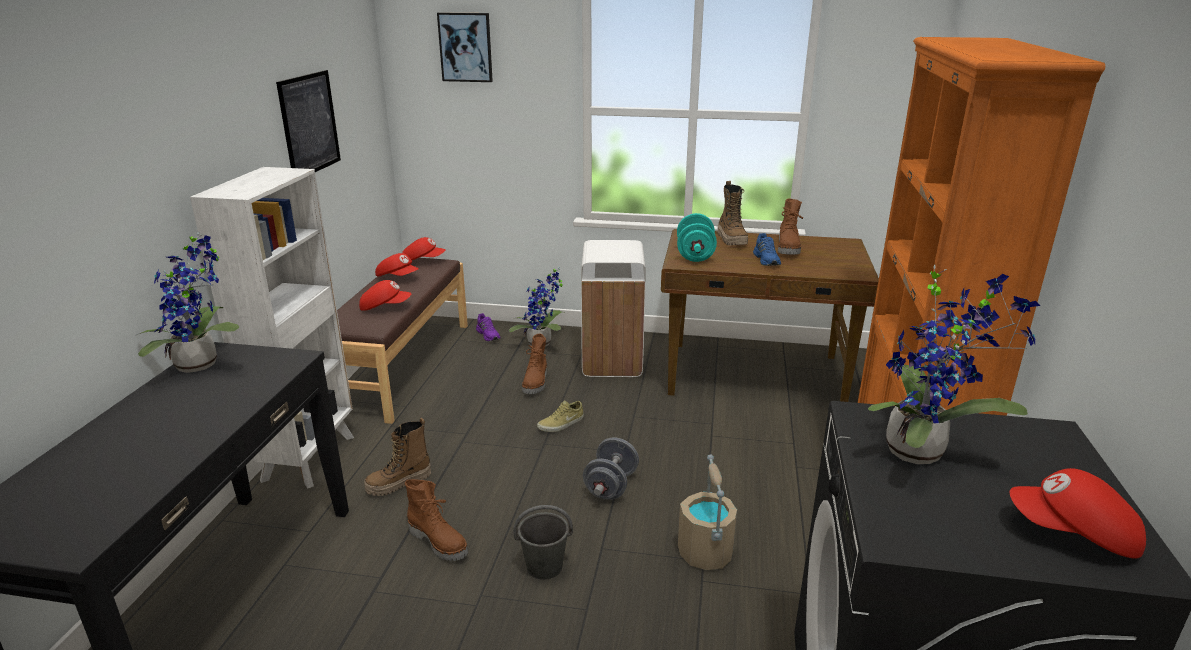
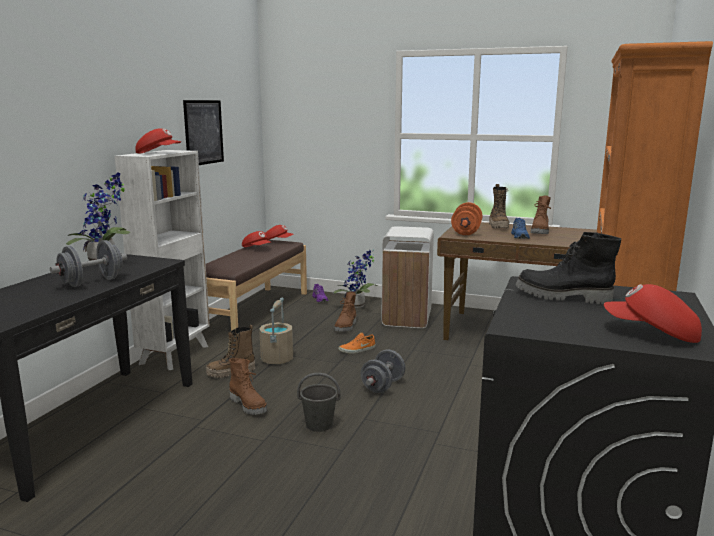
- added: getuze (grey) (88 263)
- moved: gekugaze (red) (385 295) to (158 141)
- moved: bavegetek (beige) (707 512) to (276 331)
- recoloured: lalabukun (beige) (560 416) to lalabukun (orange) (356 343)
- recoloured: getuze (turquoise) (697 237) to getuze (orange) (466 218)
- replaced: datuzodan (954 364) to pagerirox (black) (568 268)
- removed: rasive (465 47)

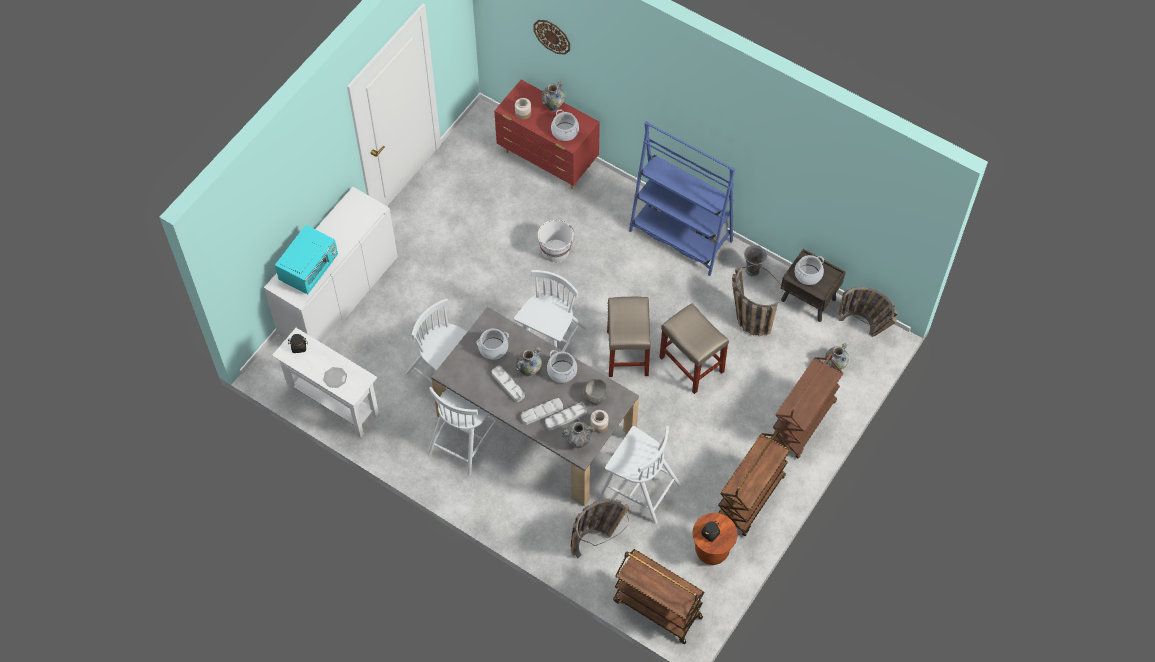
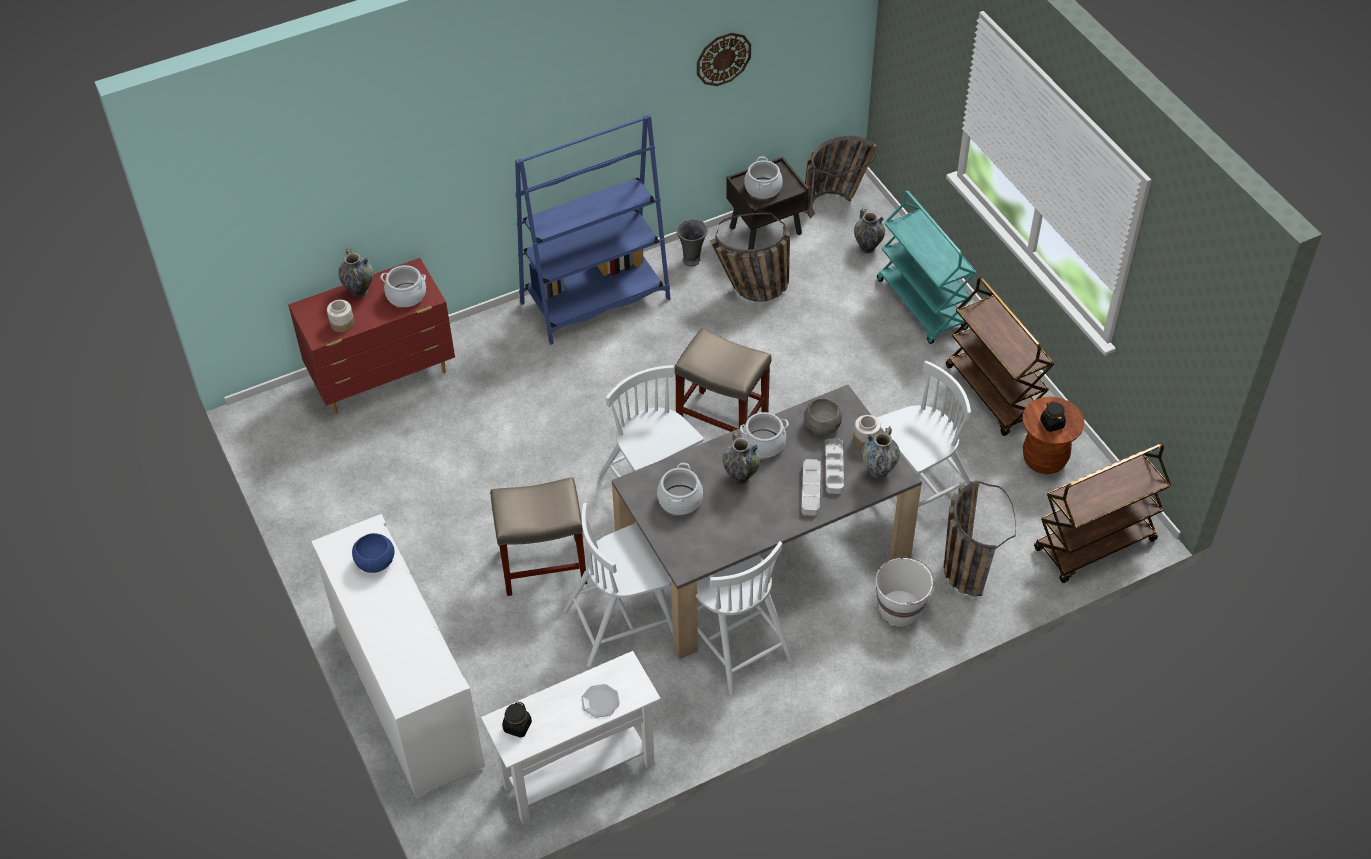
- added: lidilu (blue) (373 553)
- moved: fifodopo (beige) (694 348) to (539 536)
- moved: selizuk (551 37) to (724 59)
- moved: bavegetek (white) (556 241) to (905 591)
- recoloured: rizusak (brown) (806 405) to rizusak (turquoise) (926 267)
- removed: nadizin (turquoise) (306 259)
- removed: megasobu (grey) (508 384)

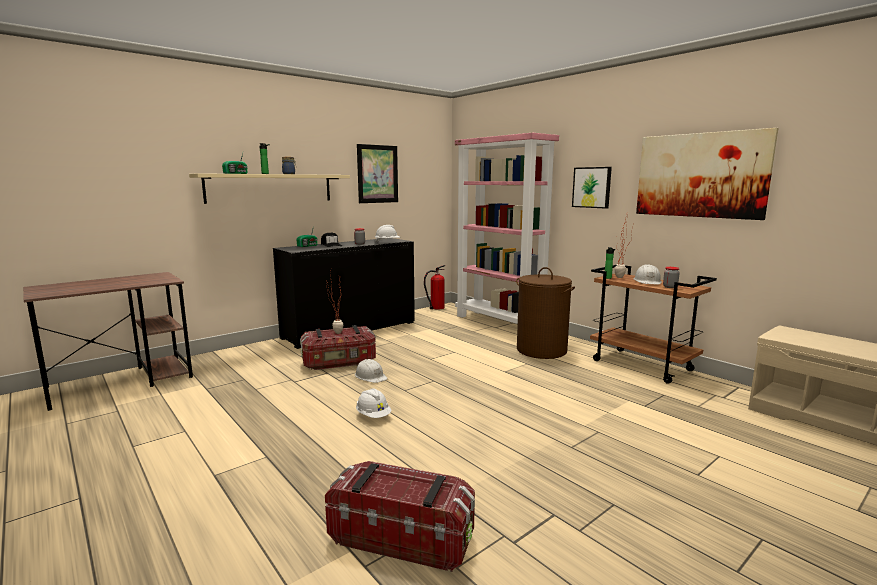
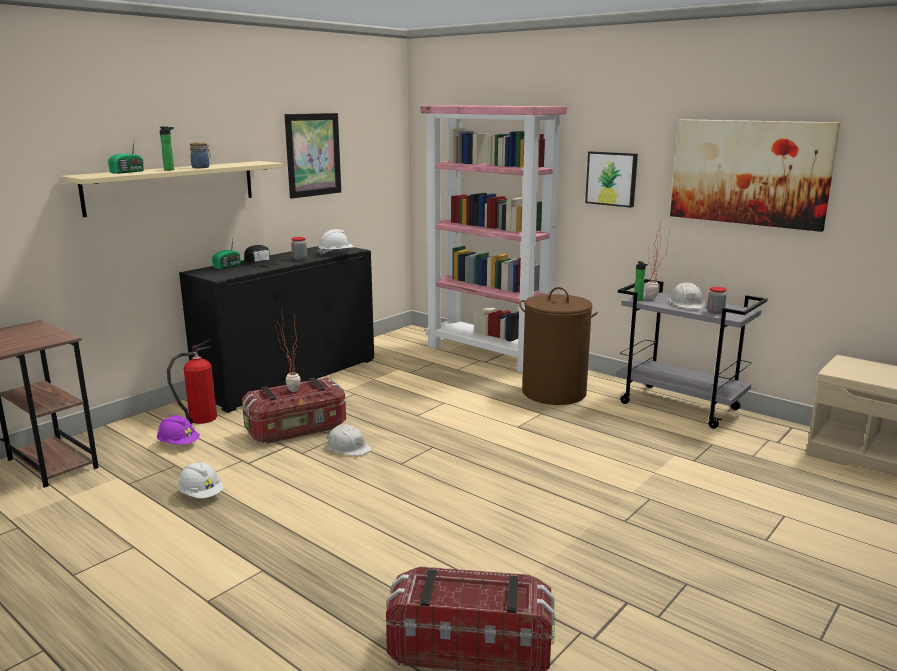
- added: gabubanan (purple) (178 430)
- moved: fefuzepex (434 287) to (192 381)
- moved: gabubanan (white) (373 403) to (201 479)
- recoloured: rizusak (brown) (653 324) to rizusak (grey) (692 354)

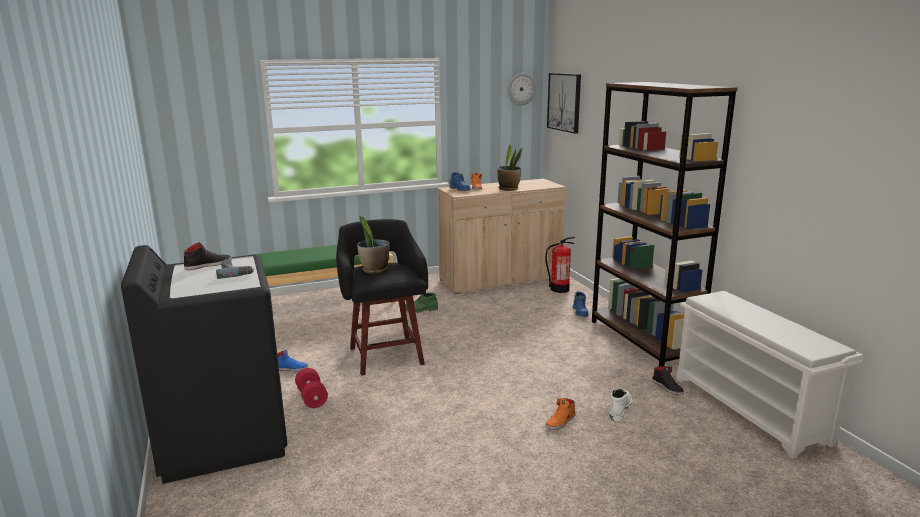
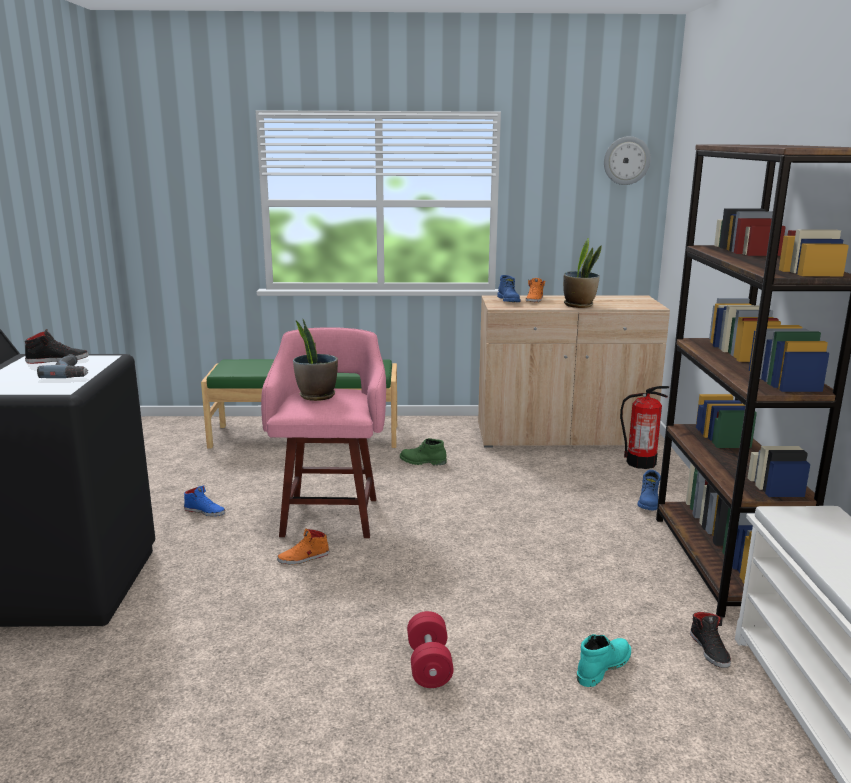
- recoloured: fifodopo (black) (382 297) to fifodopo (pink) (323 432)
- moved: lalabukun (orange) (560 414) to (303 547)
- moved: getuze (red) (311 388) to (430 649)
- recoloured: pagerirox (white) (621 405) to pagerirox (turquoise) (604 660)
- removed: rasive (564 103)

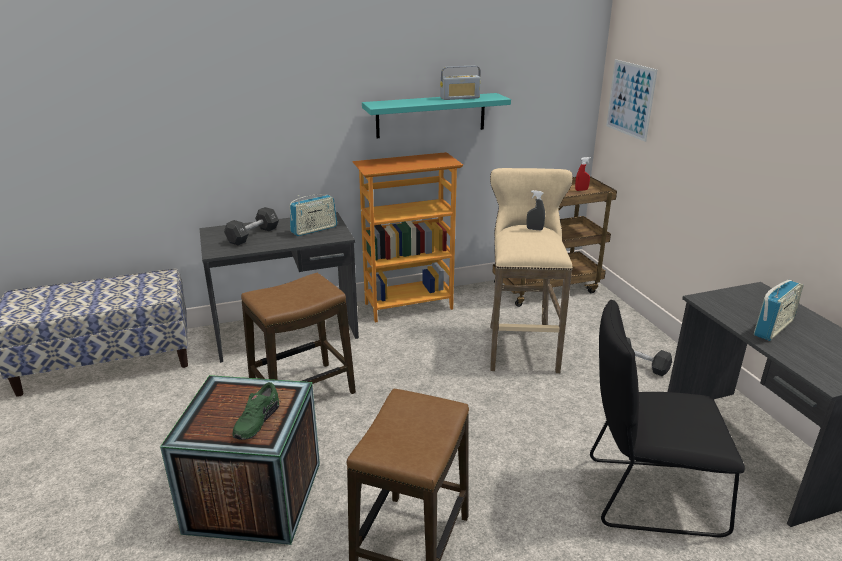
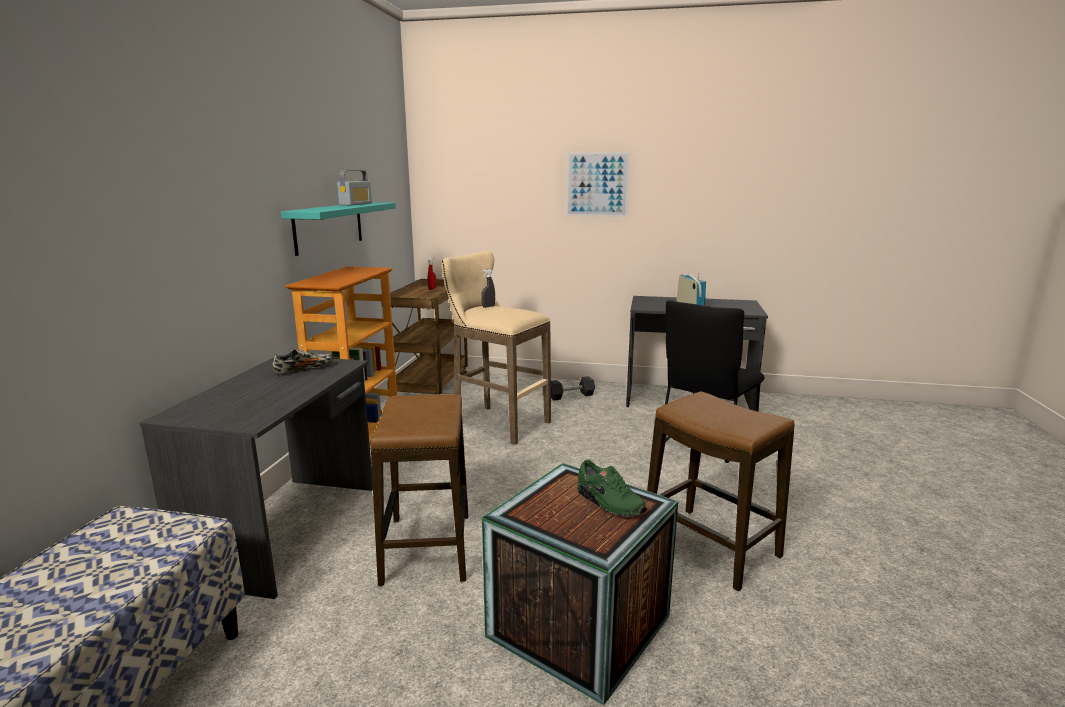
- replaced: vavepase (313 215) to lalabukun (303 362)
- moved: rasive (631 100) to (598 184)
- removed: getuze (black) (251 226)

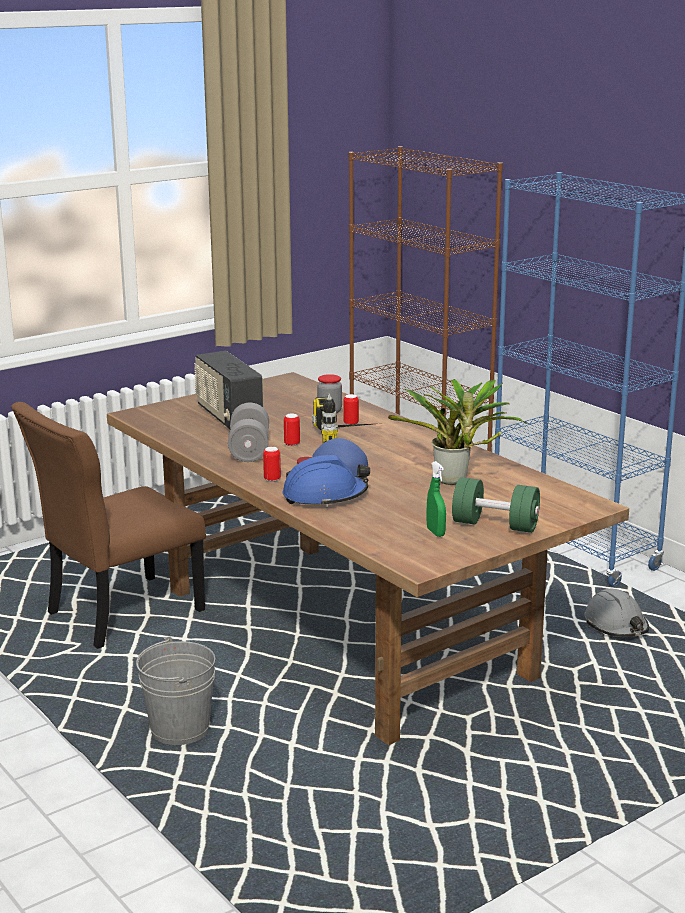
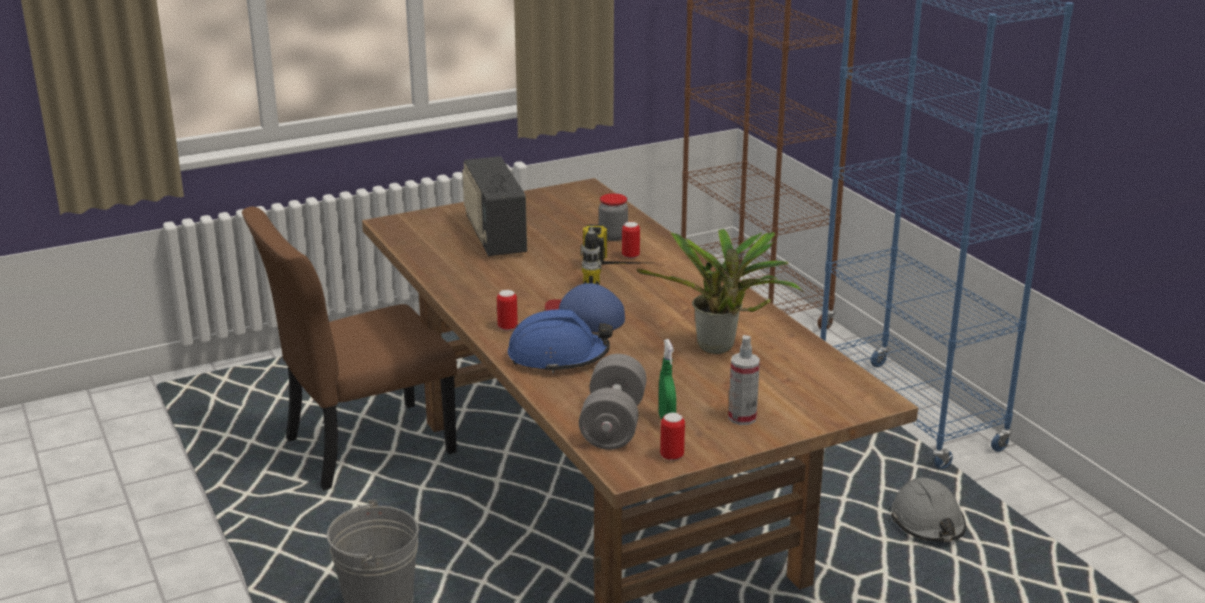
- moved: getuze (grey) (248 432) to (613 402)
- moved: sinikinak (292 430) to (672 437)
- replaced: getuze (green) (496 505) to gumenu (744 380)

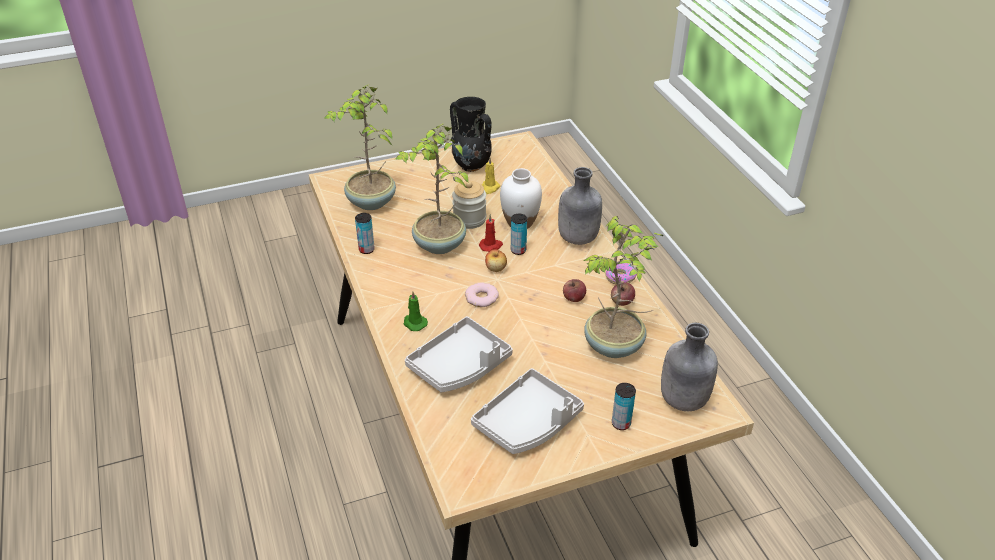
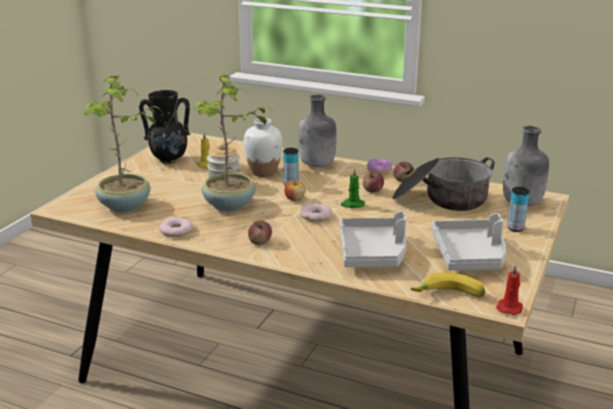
- replaced: sinikinak (365 233) to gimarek (176 227)
- added: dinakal (260 233)
- moved: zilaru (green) (415 311) to (352 188)
- replaced: datuzodan (623 287) to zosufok (443 184)
- added: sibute (448 284)
- moved: zilaru (red) (491 233) to (509 290)

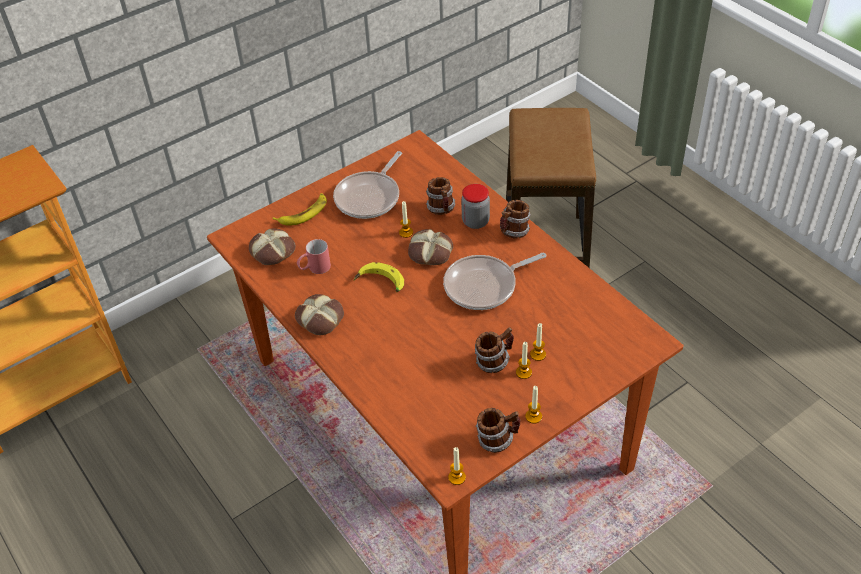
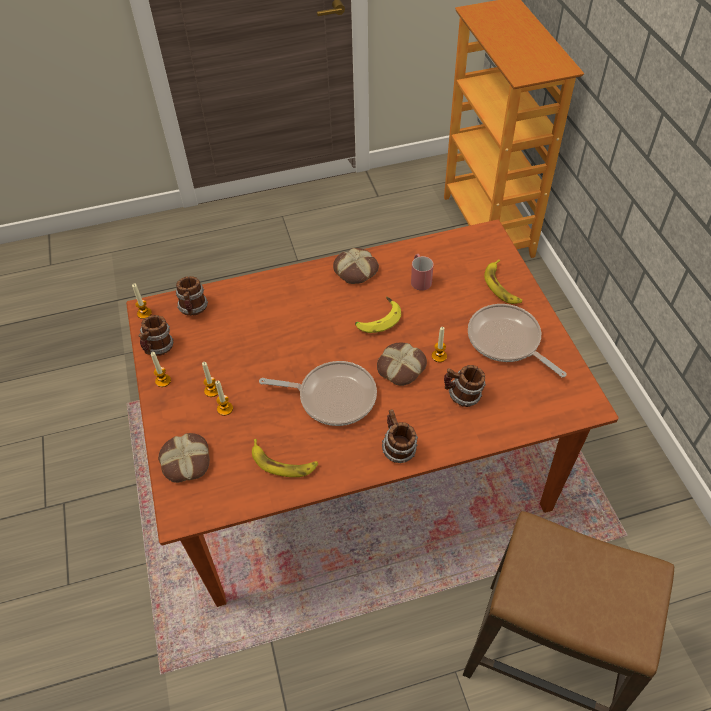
- moved: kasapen (272 247) to (184 458)
- moved: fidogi (494 350) to (192 296)
- added: sibute (285 458)
- turned: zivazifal (494 281) = (318 393) 105 degrees clockwise
- removed: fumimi (475 206)

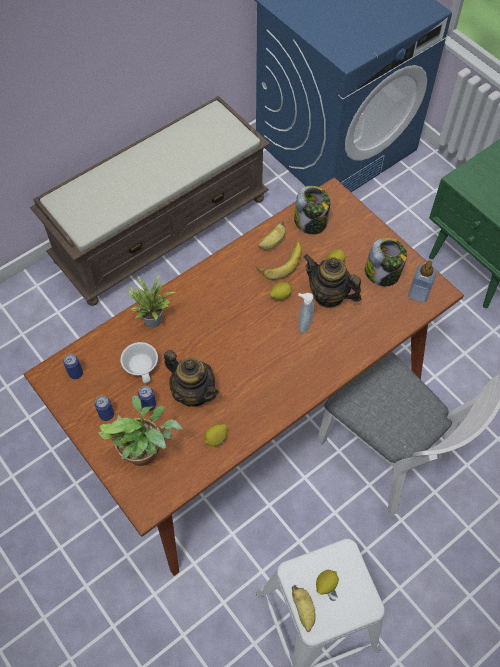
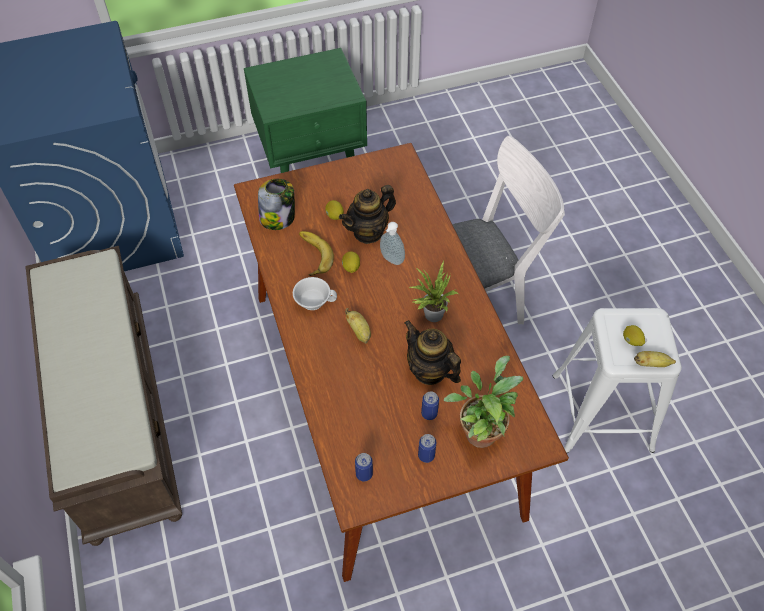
- moved: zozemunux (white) (139 363) to (315 293)
- moved: sibute (272 235) to (358 326)
- turned: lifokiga (191 378) = (433 352) 105 degrees counterclockwise
- moved: datuzodan (151 301) to (433 291)
- removed: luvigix (216 435)
- removed: fumimi (386 262)
- removed: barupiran (422 282)

